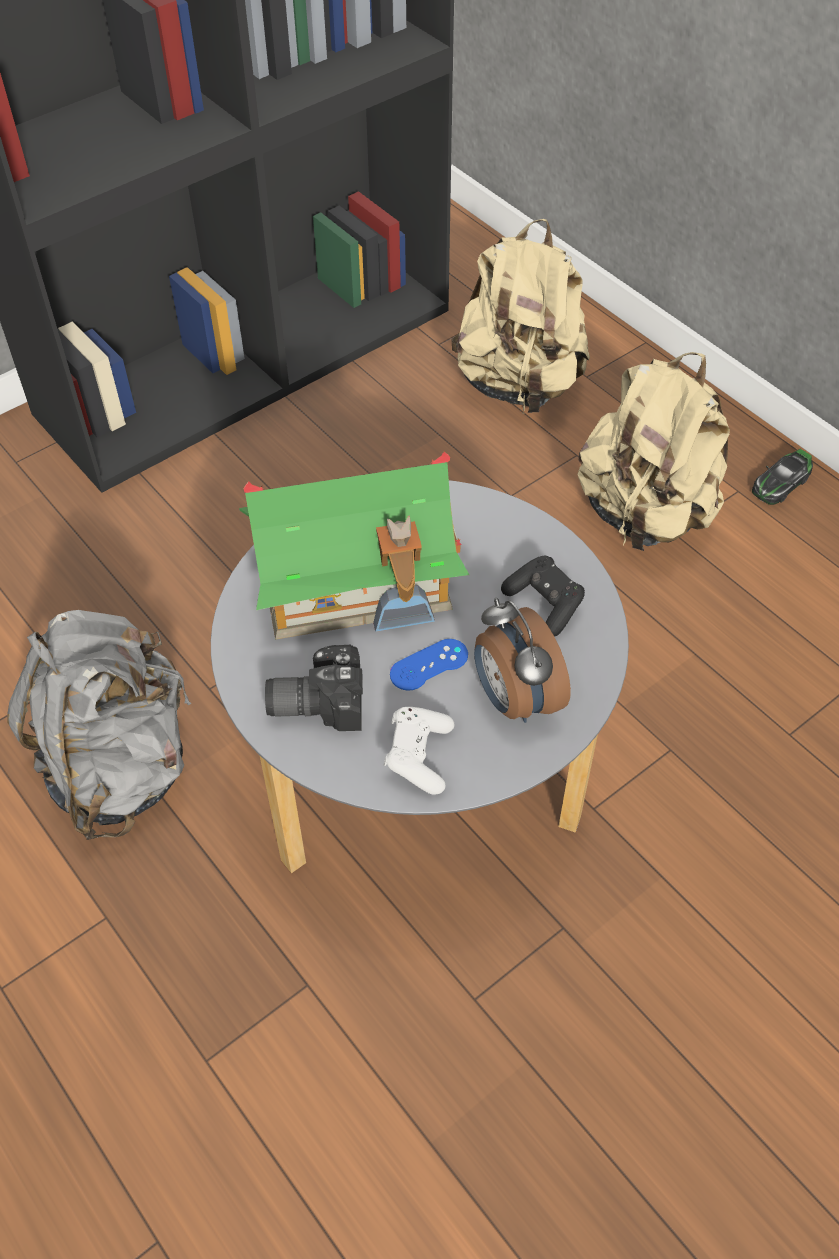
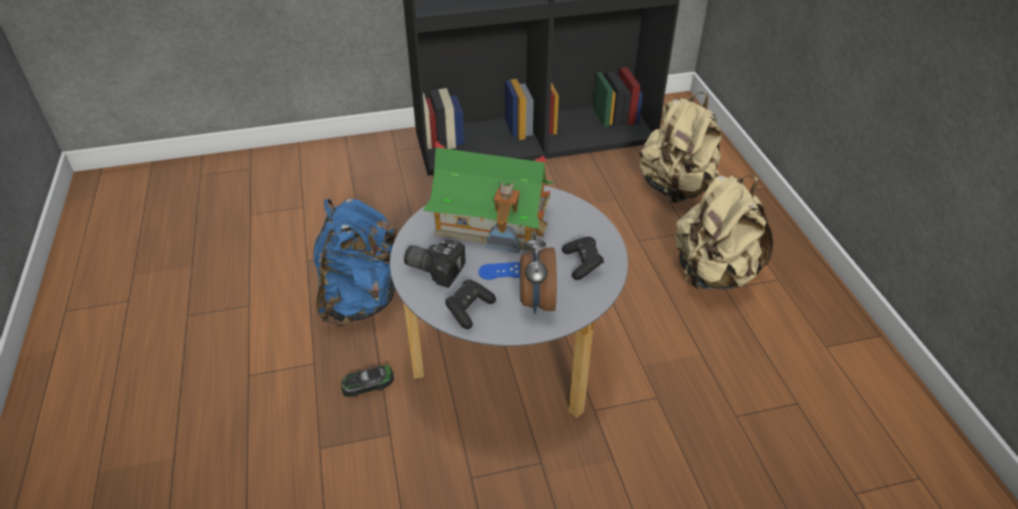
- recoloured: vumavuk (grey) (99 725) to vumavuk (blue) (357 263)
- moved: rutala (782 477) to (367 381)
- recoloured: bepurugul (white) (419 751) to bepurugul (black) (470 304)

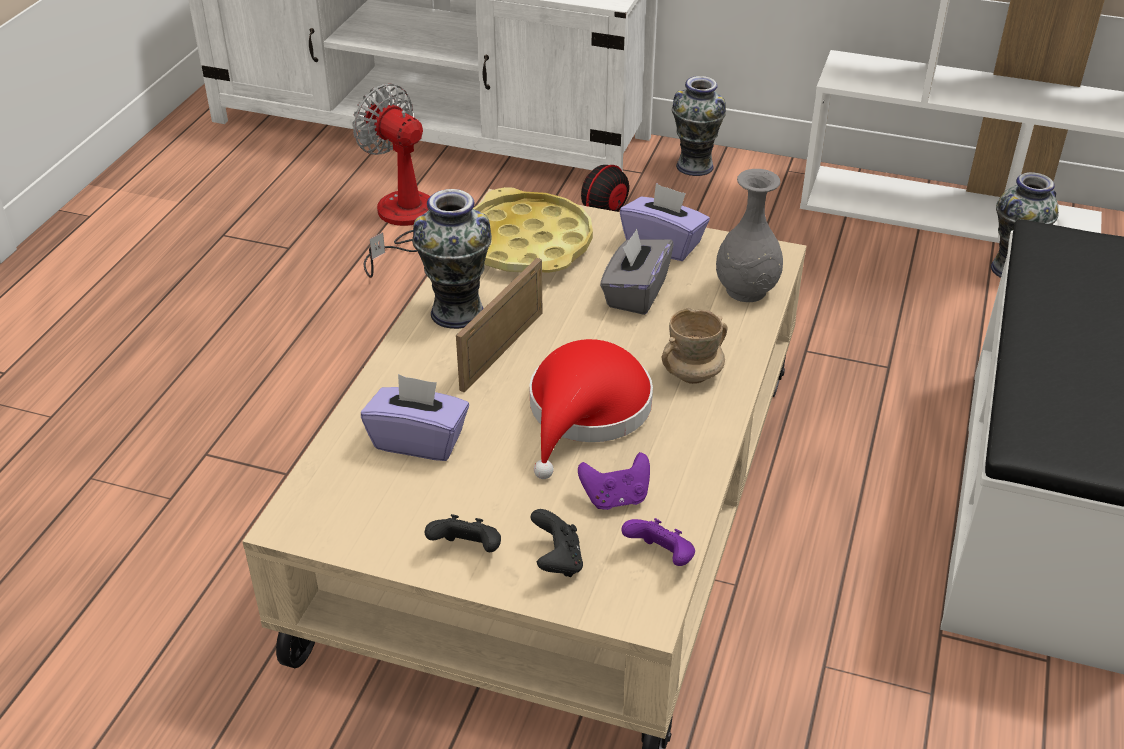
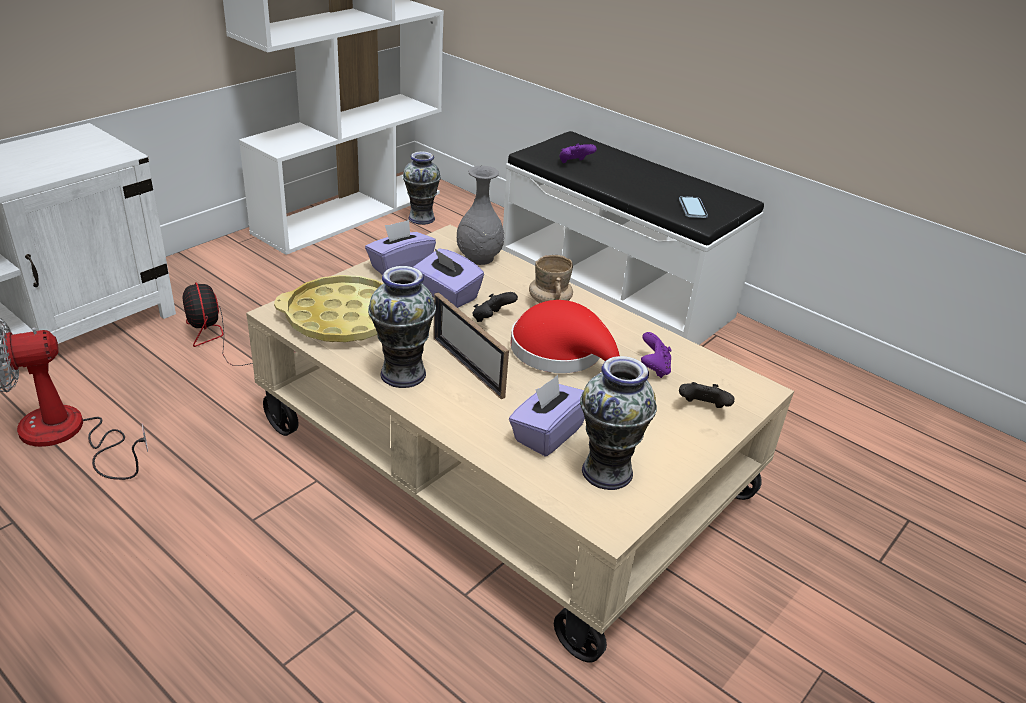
- recoloured: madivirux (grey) (637 272) to madivirux (purple) (448 278)
- moved: bepurugul (black) (463 533) to (495 307)
- moved: bepurugul (purple) (658 542) to (578 153)
- moved: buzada (699 126) to (618 423)
- added: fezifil (693 207)

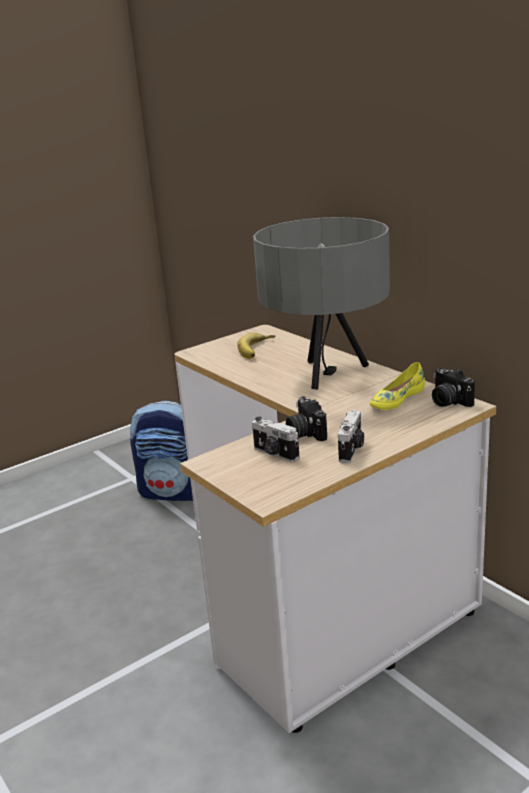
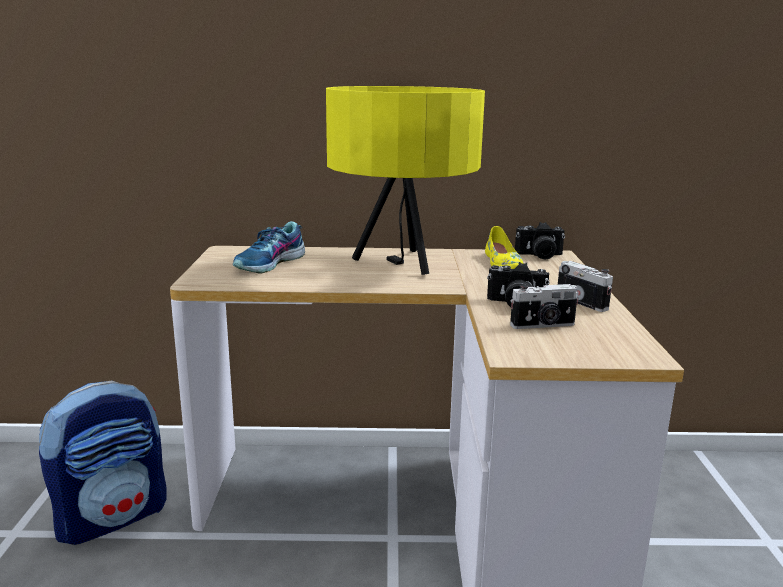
- replaced: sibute (256 346) to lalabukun (269 247)
- recoloured: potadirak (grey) (321 303) to potadirak (yellow) (405 180)

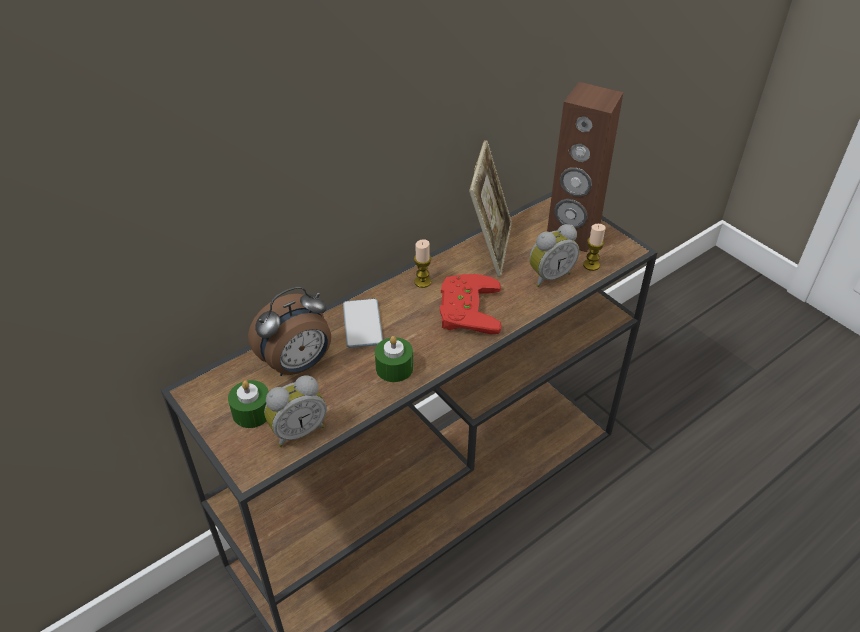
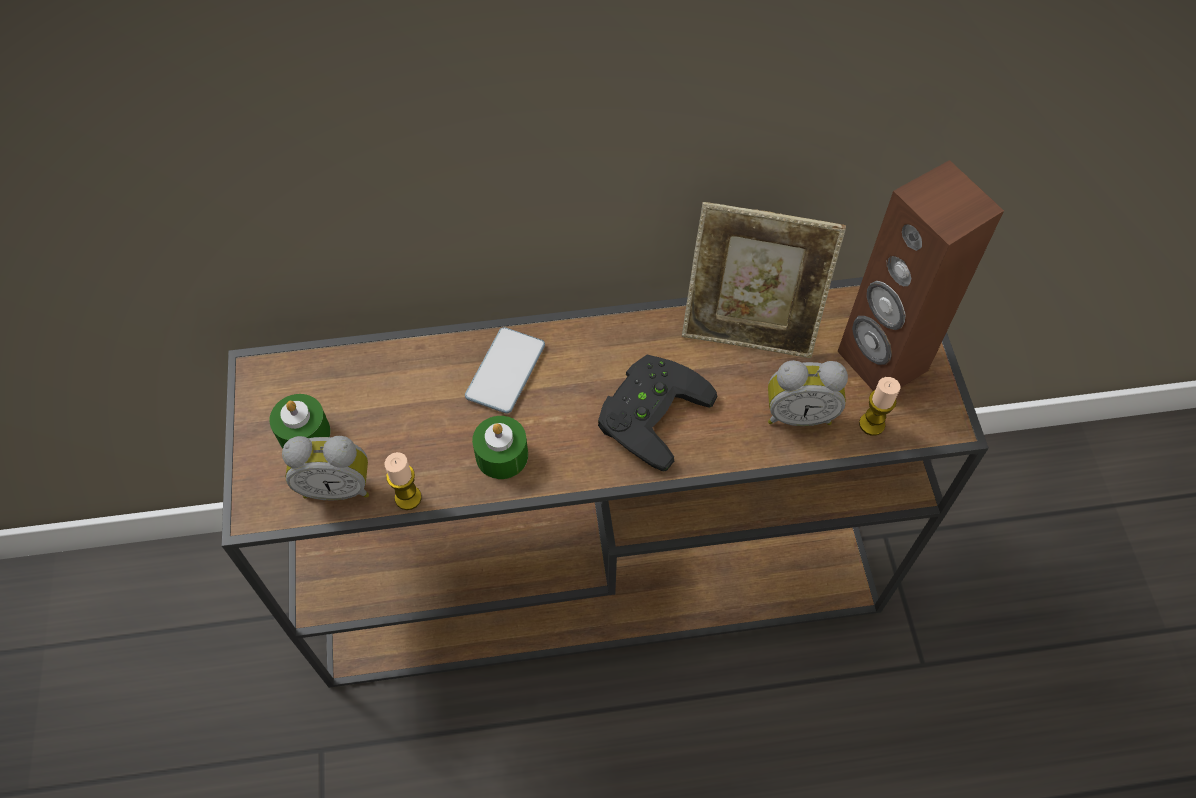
- moved: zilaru (422 263) to (403 481)
- recoloured: bepurugul (red) (470 304) to bepurugul (black) (658 413)
- turned: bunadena (490 208) = (764 280) 60 degrees clockwise
- removed: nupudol (289 331)

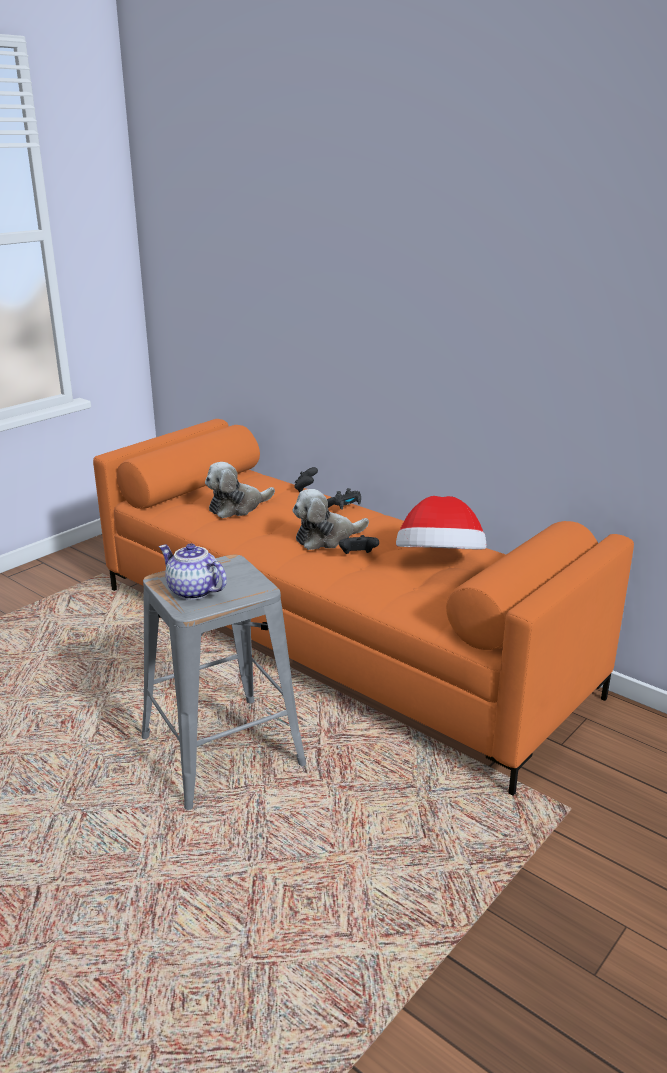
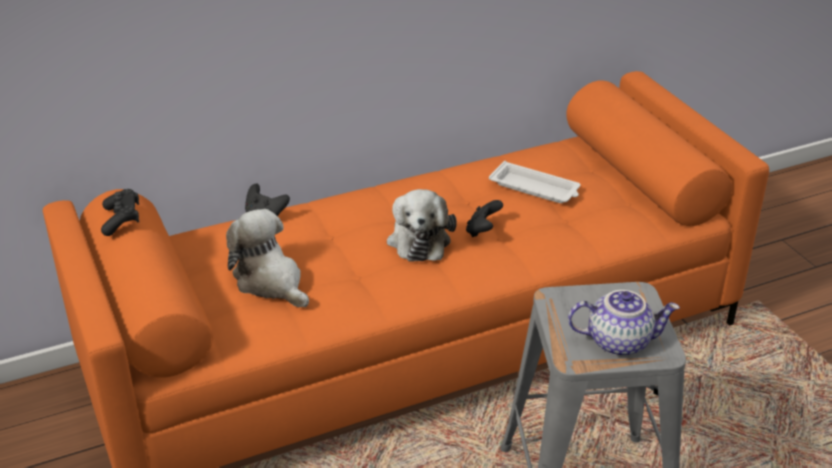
- moved: bepurugul (black) (344 499) to (120 212)
- turned: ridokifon (240 490) = (267 258) 150 degrees clockwise
- replaced: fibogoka (441 522) to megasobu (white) (534 182)
- turned: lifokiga (193 571) = (624 323) 150 degrees counterclockwise

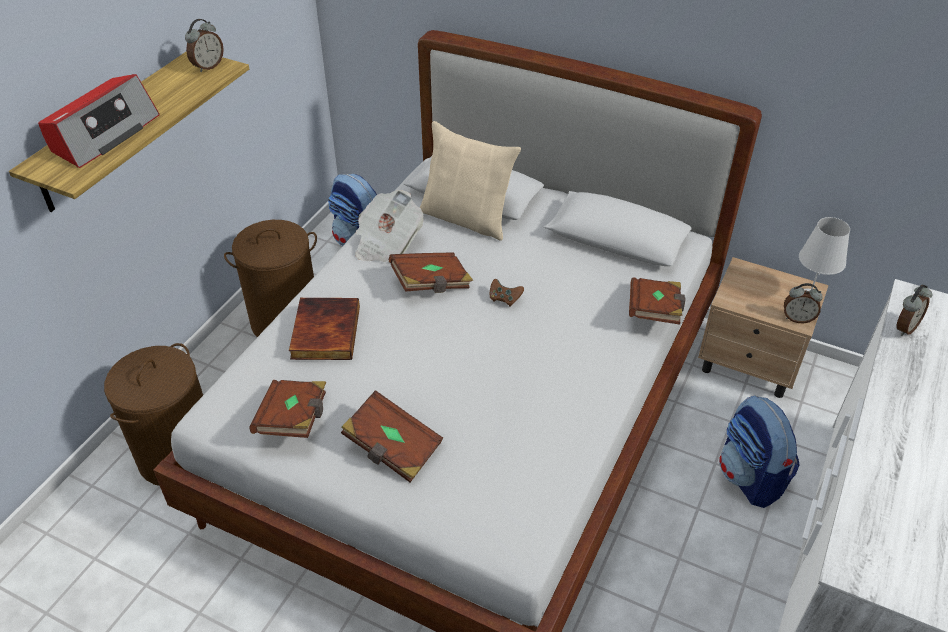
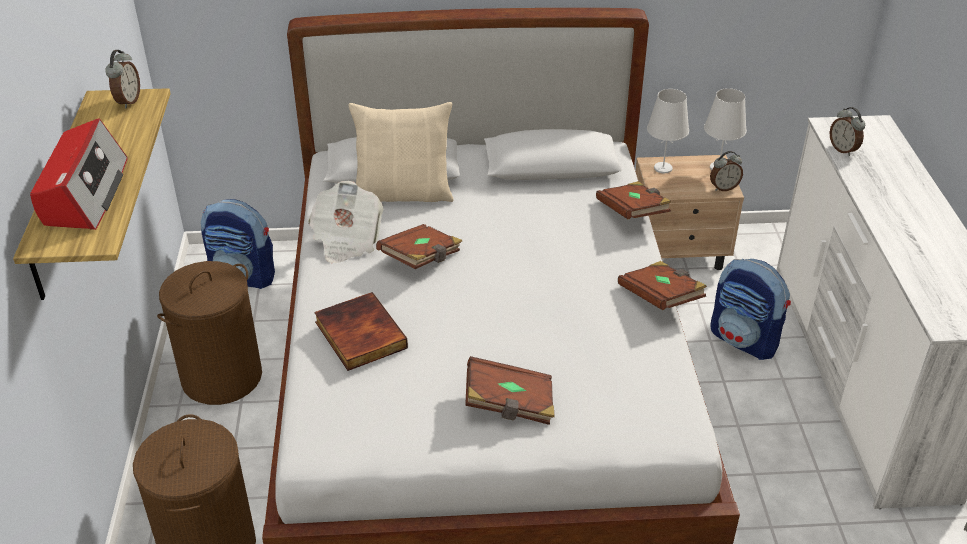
- moved: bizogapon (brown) (287 409) to (662 285)
- added: potadirak (white) (668 131)
- turned: nupudol (914 310) = (847 131) 135 degrees clockwise
- removed: bepurugul (brown) (507 293)

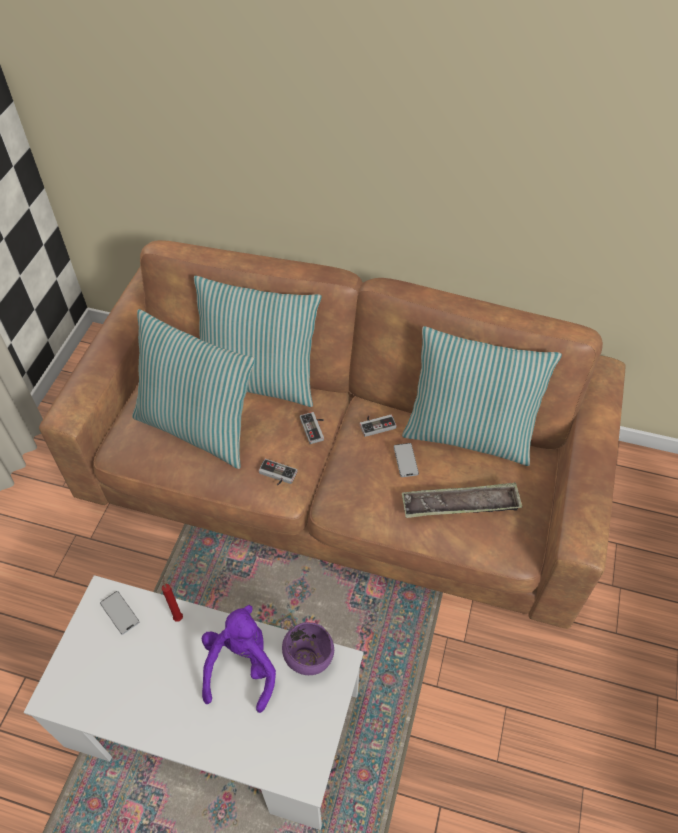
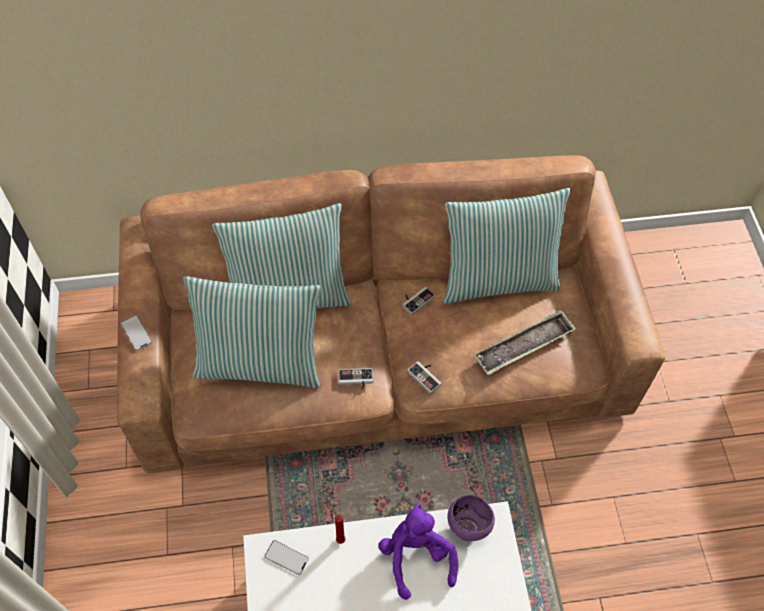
- moved: fezifil (406 460) to (136 333)
- moved: bepurugul (312 428) to (424 377)

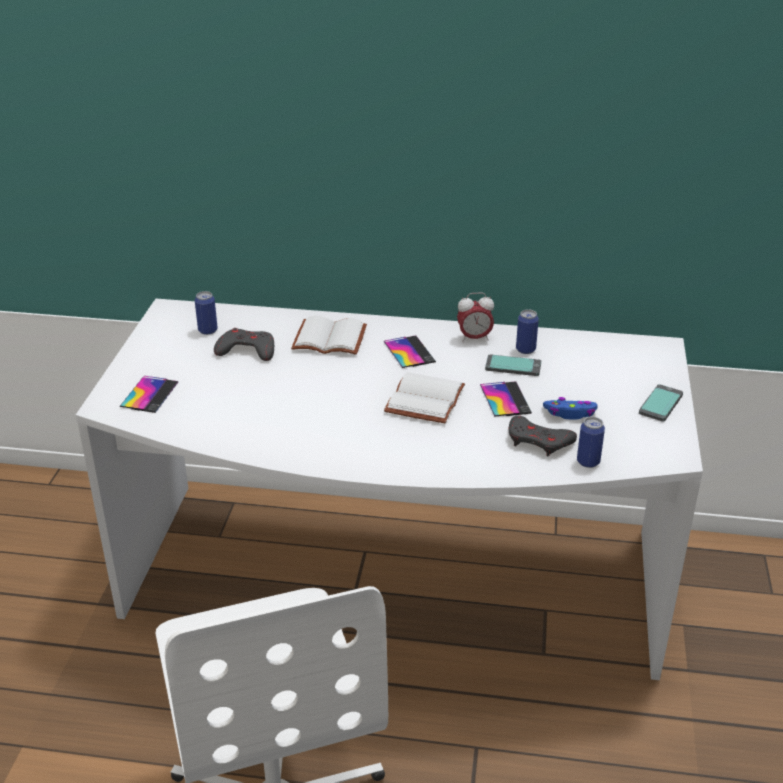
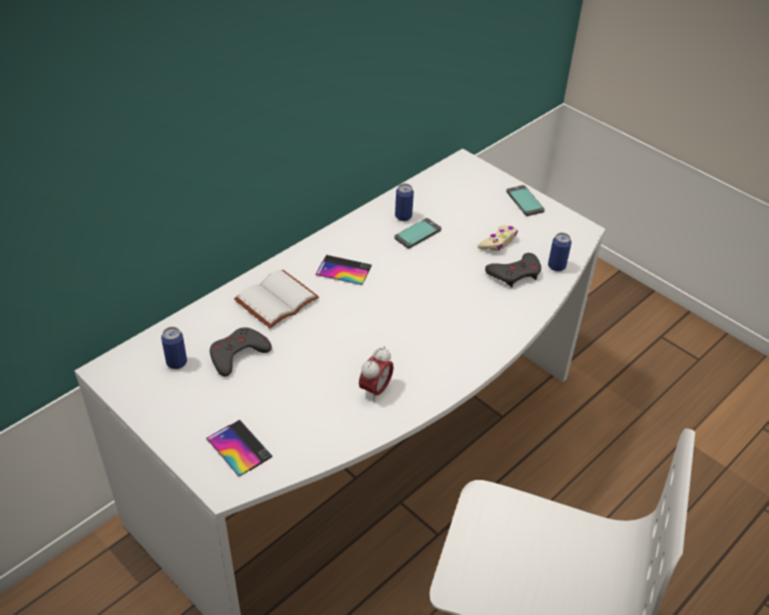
- moved: nupudol (475 317) to (376 374)
- recoloured: bepurugul (blue) (570 408) to bepurugul (beige) (497 238)
- removed: bizogapon (white) (424 397)
- removed: fezifil (506 399)

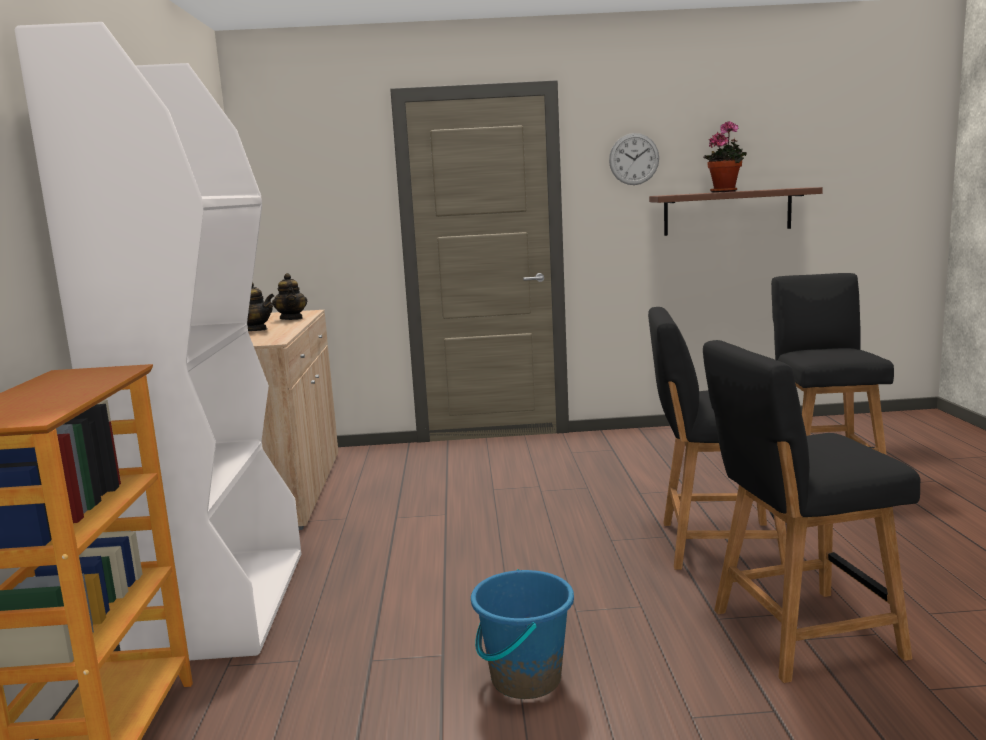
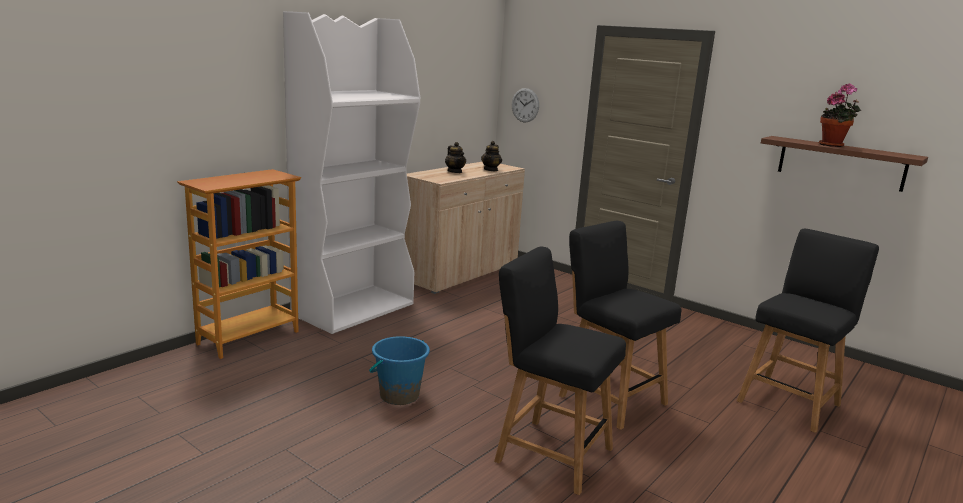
- moved: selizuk (634 159) to (525 105)

